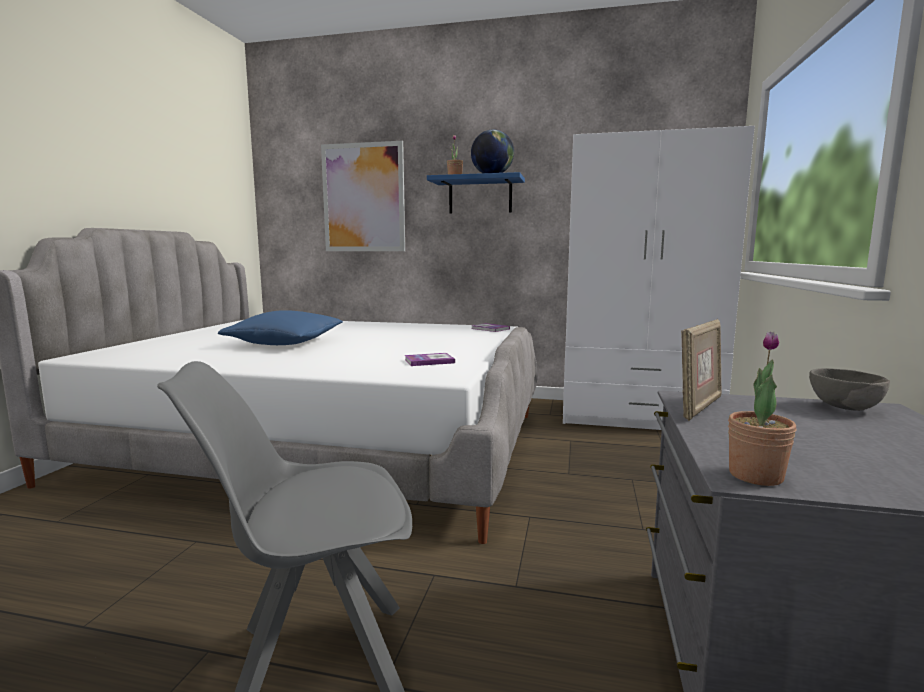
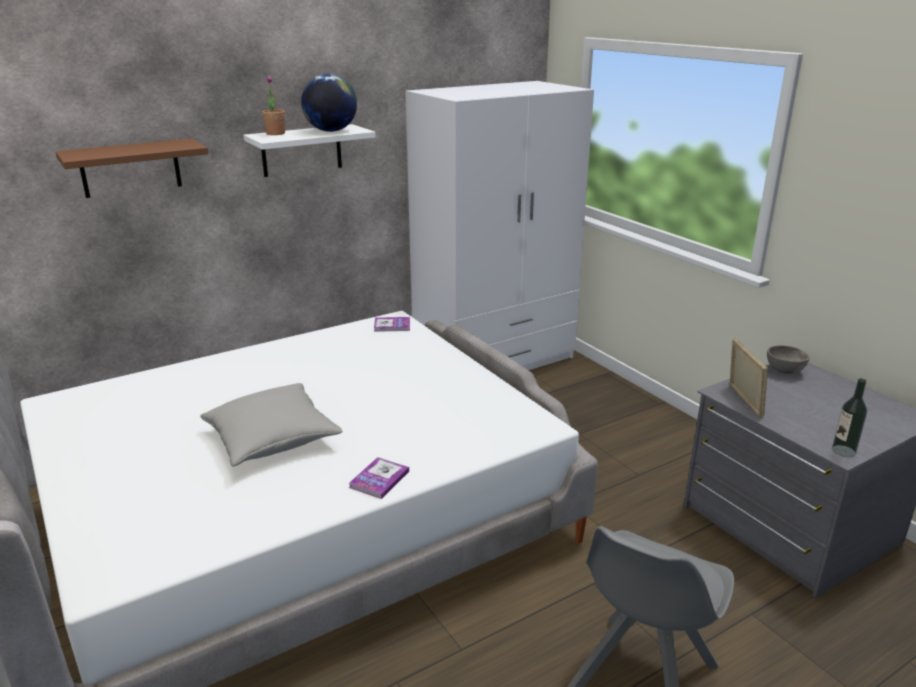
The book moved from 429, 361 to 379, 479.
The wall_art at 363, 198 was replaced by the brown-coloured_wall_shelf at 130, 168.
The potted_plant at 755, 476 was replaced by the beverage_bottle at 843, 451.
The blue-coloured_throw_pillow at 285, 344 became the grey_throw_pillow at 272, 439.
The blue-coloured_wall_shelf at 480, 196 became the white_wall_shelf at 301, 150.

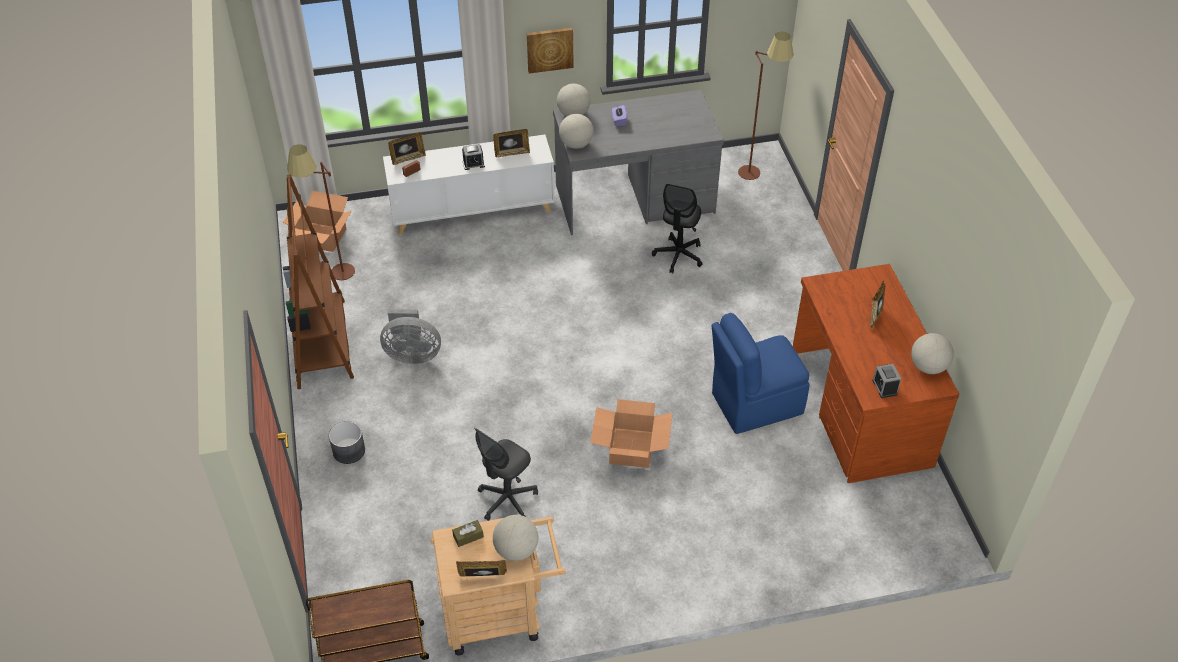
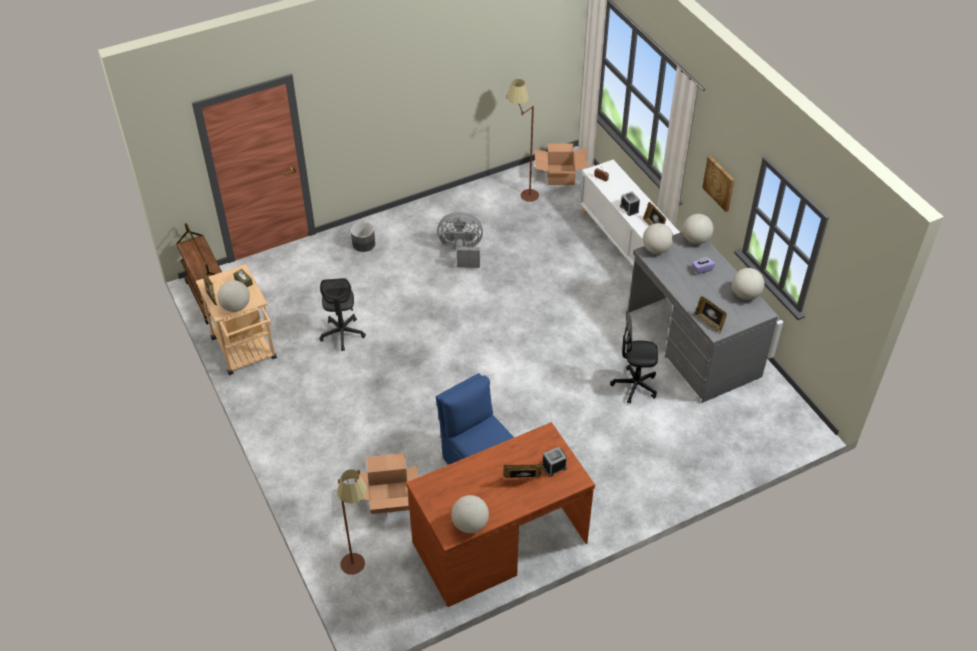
The brown-coloured_bookcase at 322, 343 disappeared.
The globe at 745, 294 appeared.
The standing_frame moved from 408, 158 to 709, 323.
The packing_box moved from 631, 448 to 389, 497.
The brown-coloured_standard_lamp moved from 757, 169 to 360, 570.
The alarm_clock moved from 884, 387 to 554, 467.
The grey_electric_fan at 412, 354 turned 105 degrees clockwise.
The grey_computer_chair at 507, 500 turned 120 degrees counterclockwise.

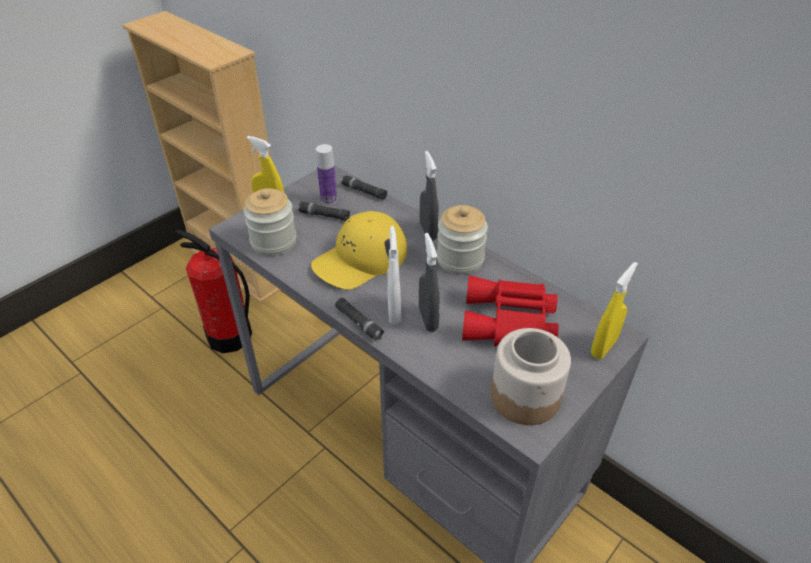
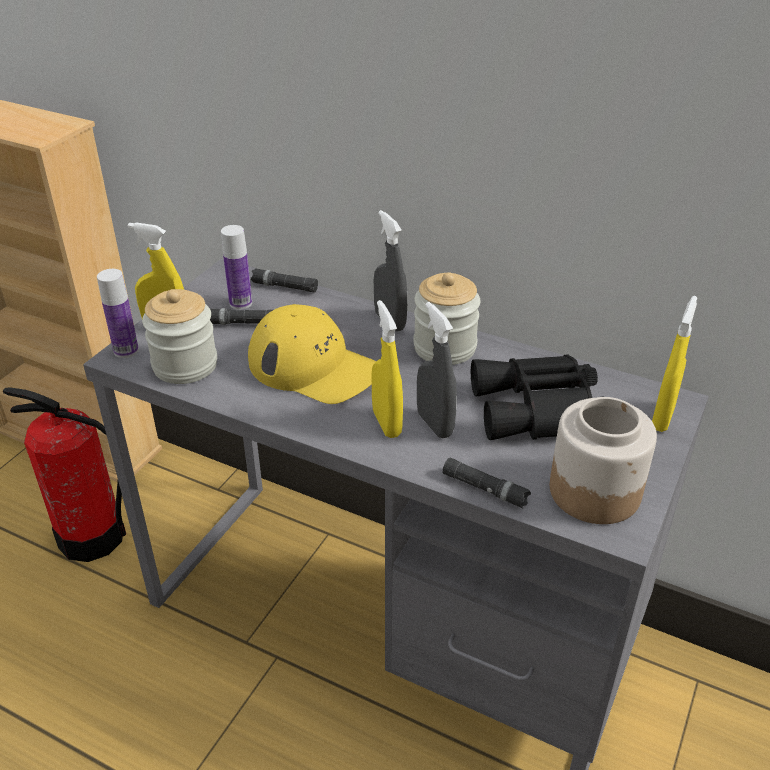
The beverage_bottle at 126, 351 appeared.
The blackish_torch moved from 359, 323 to 485, 489.
The white_sprayer at 394, 312 became the yellowish_sprayer at 386, 423.
The reddish_binoculars at 510, 323 became the blackish_binoculars at 539, 410.
The yellowish_cap at 360, 258 turned 90 degrees counterclockwise.

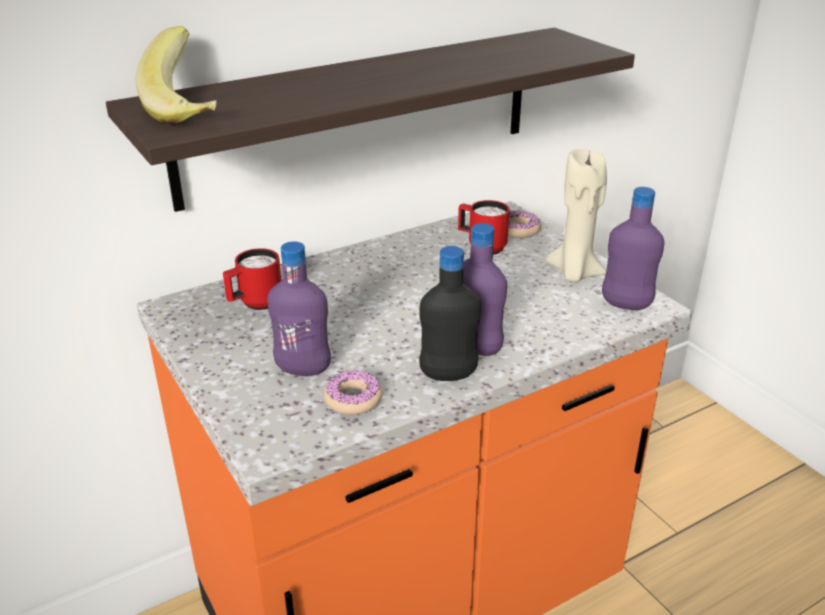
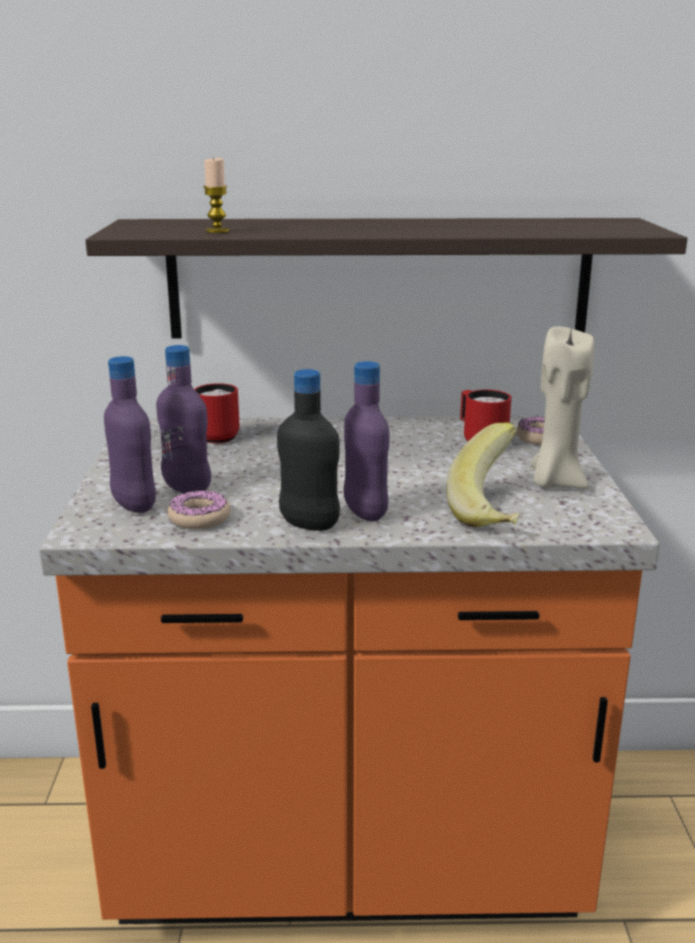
The wax_candle at 217, 231 appeared.
The banana_fruit moved from 190, 109 to 496, 510.
The purple-coloured_beverage_bottle moved from 626, 304 to 134, 505.

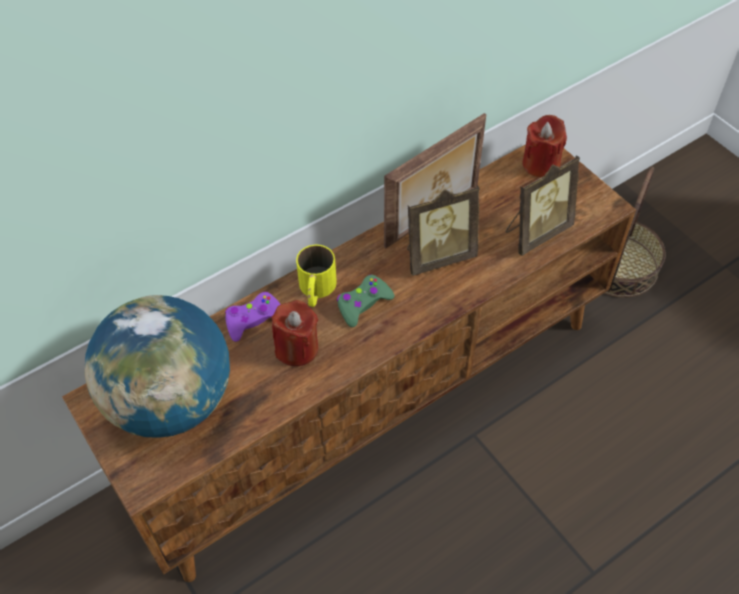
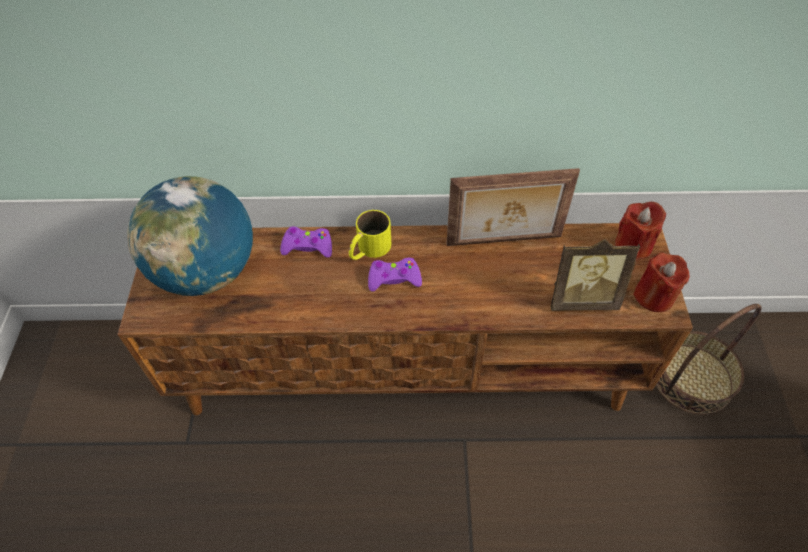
The standing_frame at 438, 256 disappeared.
The reddish_wax_candle moved from 297, 348 to 654, 296.
The green_game_controller at 363, 304 became the purple-coloured_game_controller at 394, 278.

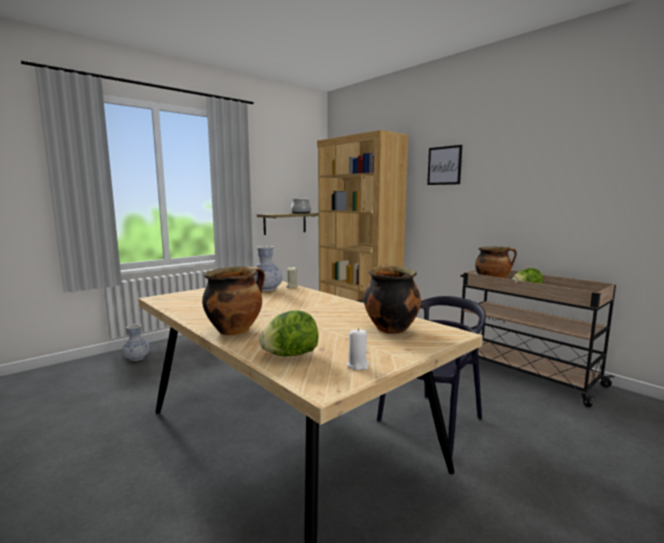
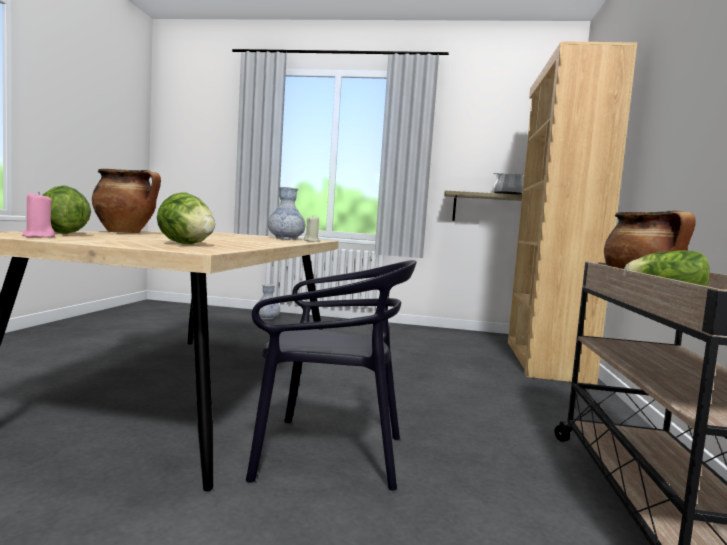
The wall_art at 444, 165 disappeared.
The stockpot at 390, 329 was replaced by the lettuce_head at 186, 244.
The white_wax_candle at 358, 365 became the pinkish_wax_candle at 38, 237.

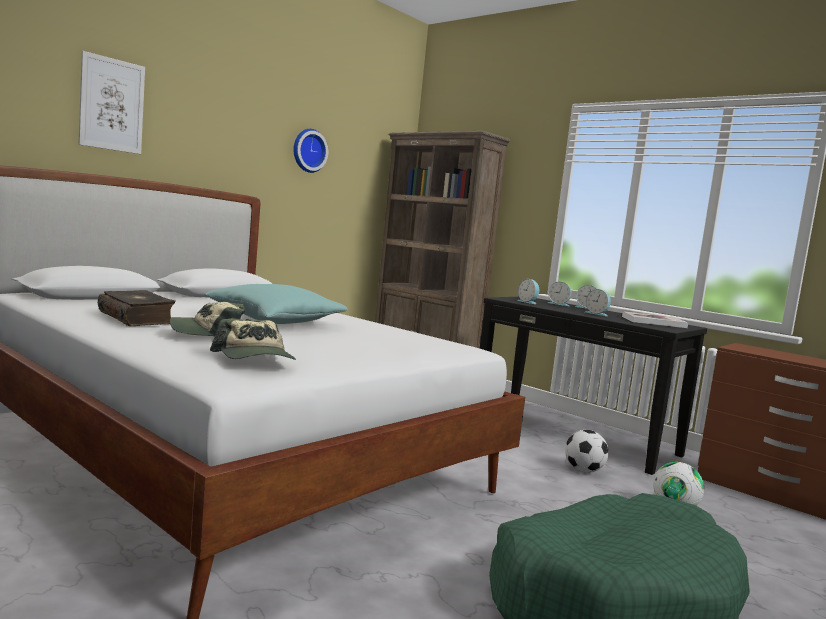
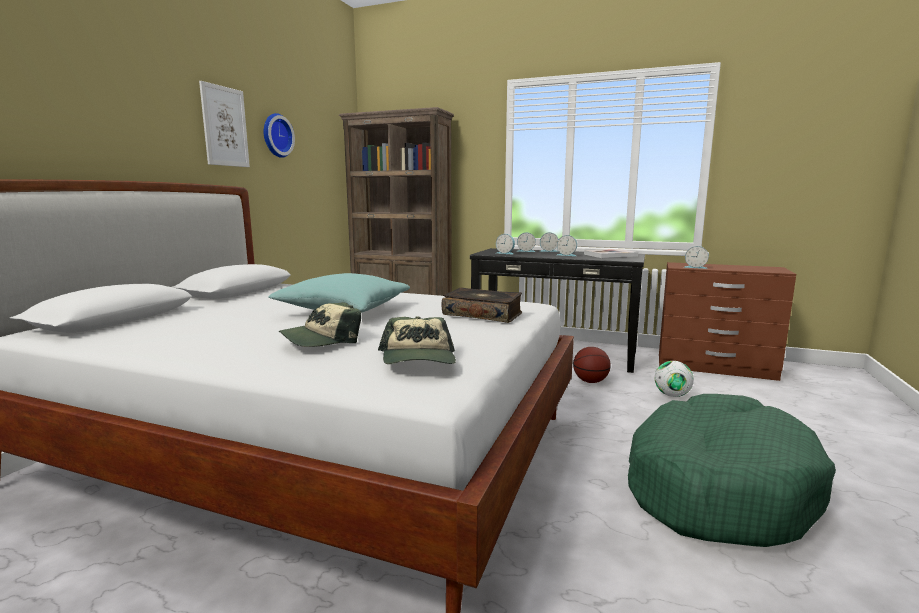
The alarm_clock at 695, 267 appeared.
The wall_art moved from 112, 104 to 225, 126.
The book moved from 137, 318 to 483, 314.
The football_ball at 583, 470 was replaced by the basketball_ball at 590, 381.
The cap at 255, 358 turned 45 degrees clockwise.

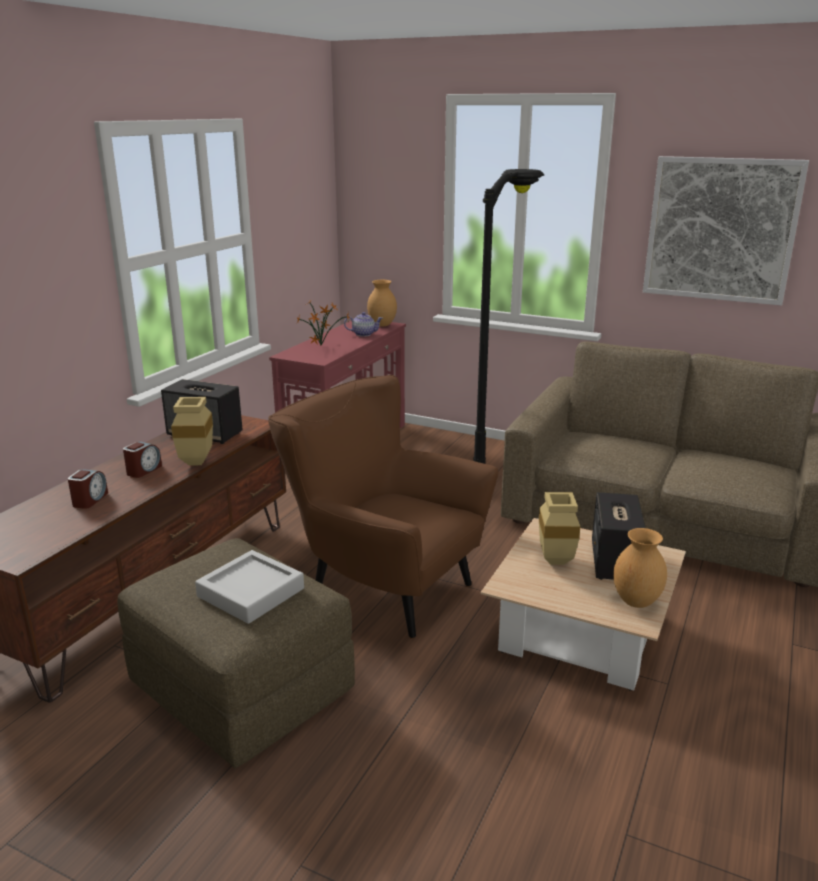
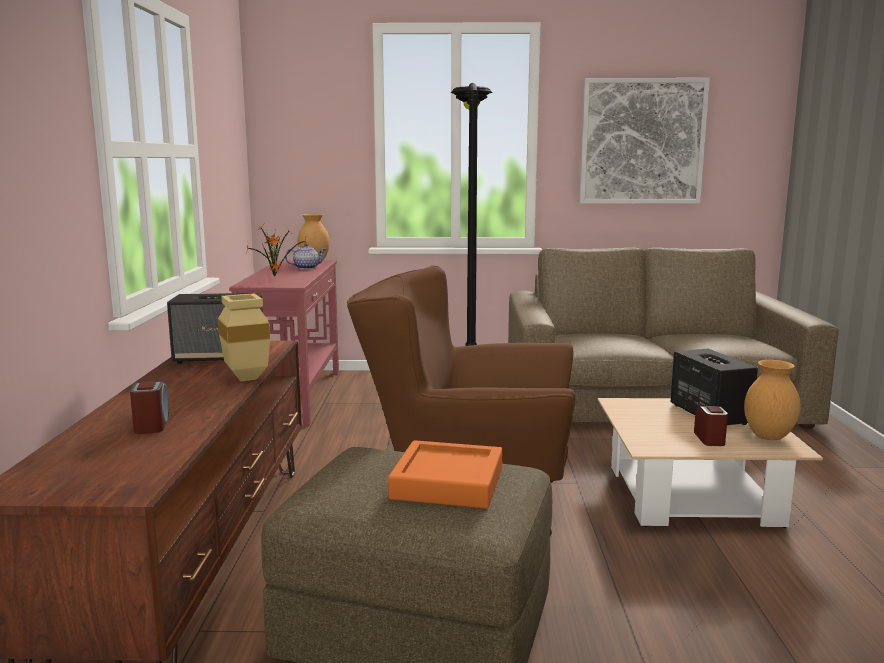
The beige_decorative_vase at 557, 562 disappeared.
The alarm_clock moved from 144, 470 to 710, 439.
The grey_carrying_tray at 251, 592 became the orange_carrying_tray at 447, 483.

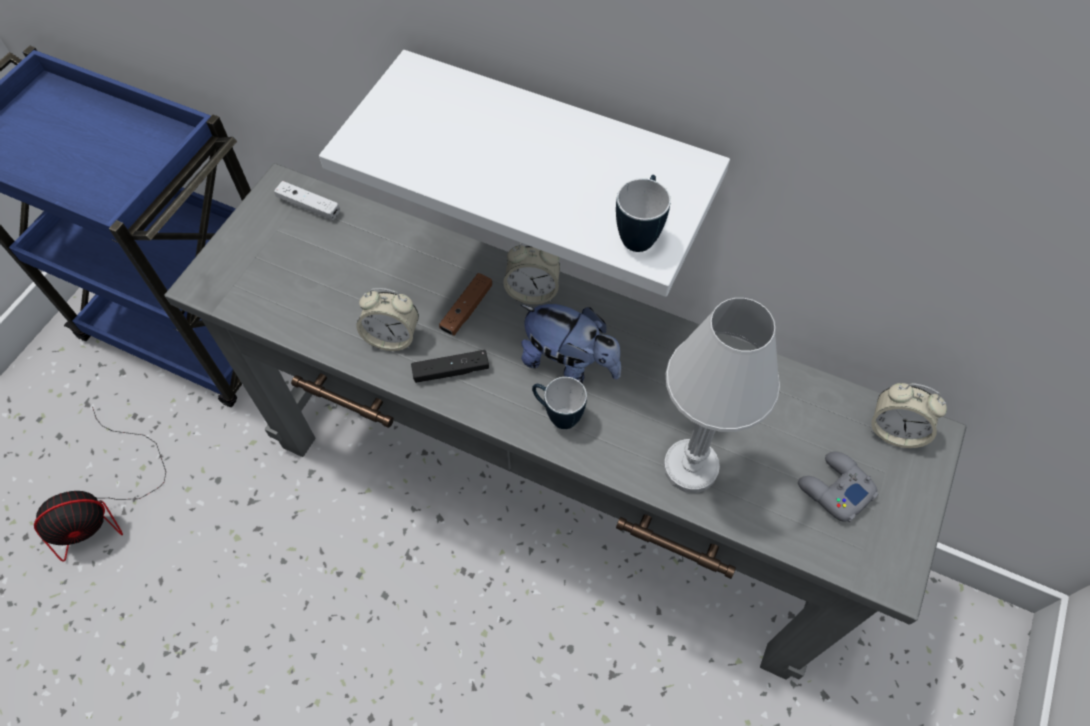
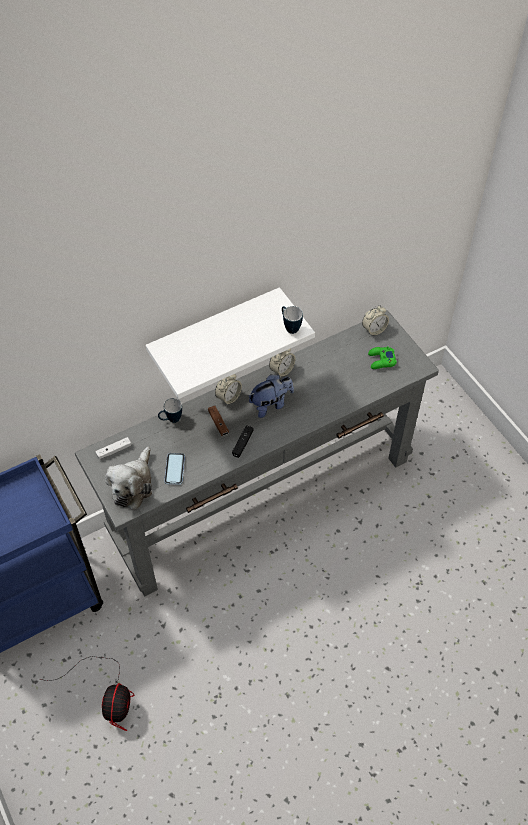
The white_lamp_for_a_table at 690, 467 disappeared.
The cuddly_toy at 133, 485 appeared.
The phone at 174, 469 appeared.
The alarm_clock moved from 392, 337 to 282, 370.
The tea_mug moved from 557, 415 to 171, 420.
The grey_game_controller at 834, 489 became the green_game_controller at 381, 360.

